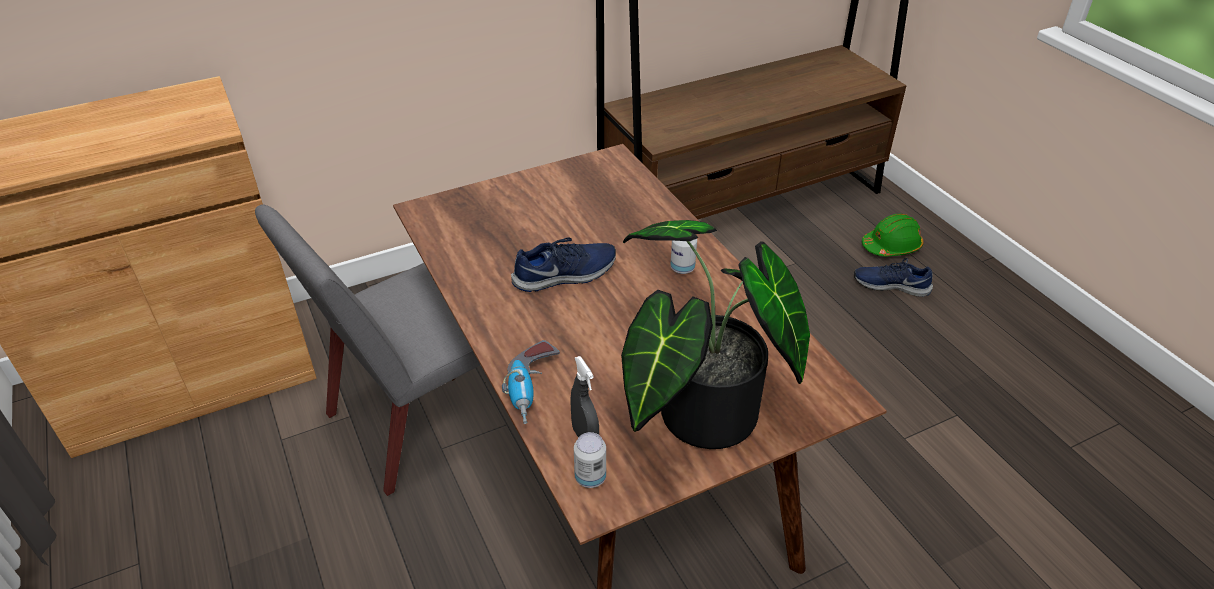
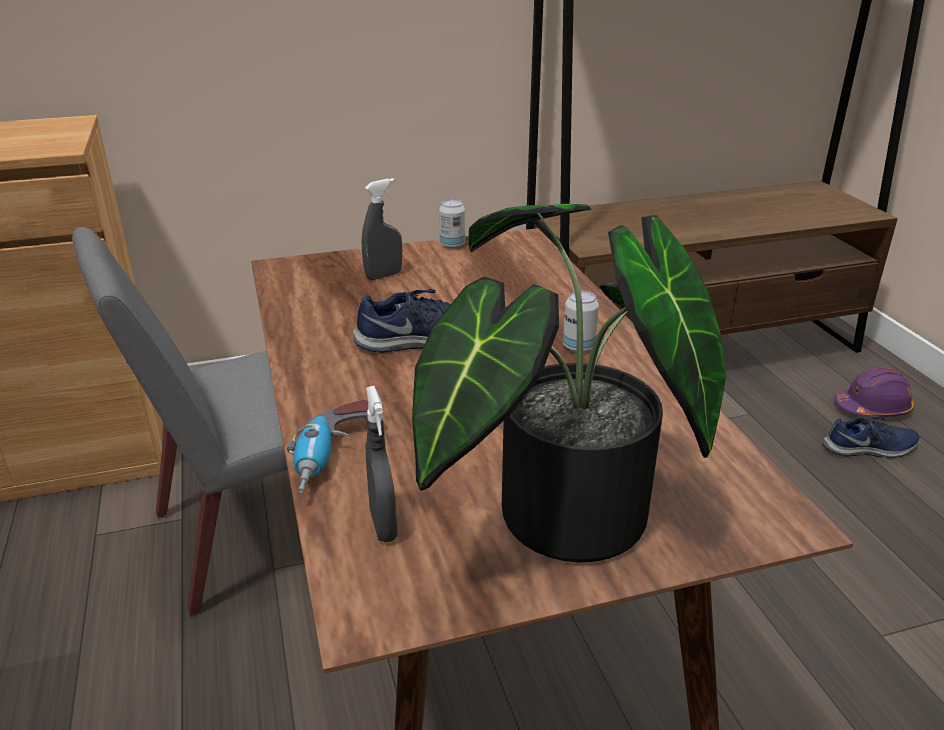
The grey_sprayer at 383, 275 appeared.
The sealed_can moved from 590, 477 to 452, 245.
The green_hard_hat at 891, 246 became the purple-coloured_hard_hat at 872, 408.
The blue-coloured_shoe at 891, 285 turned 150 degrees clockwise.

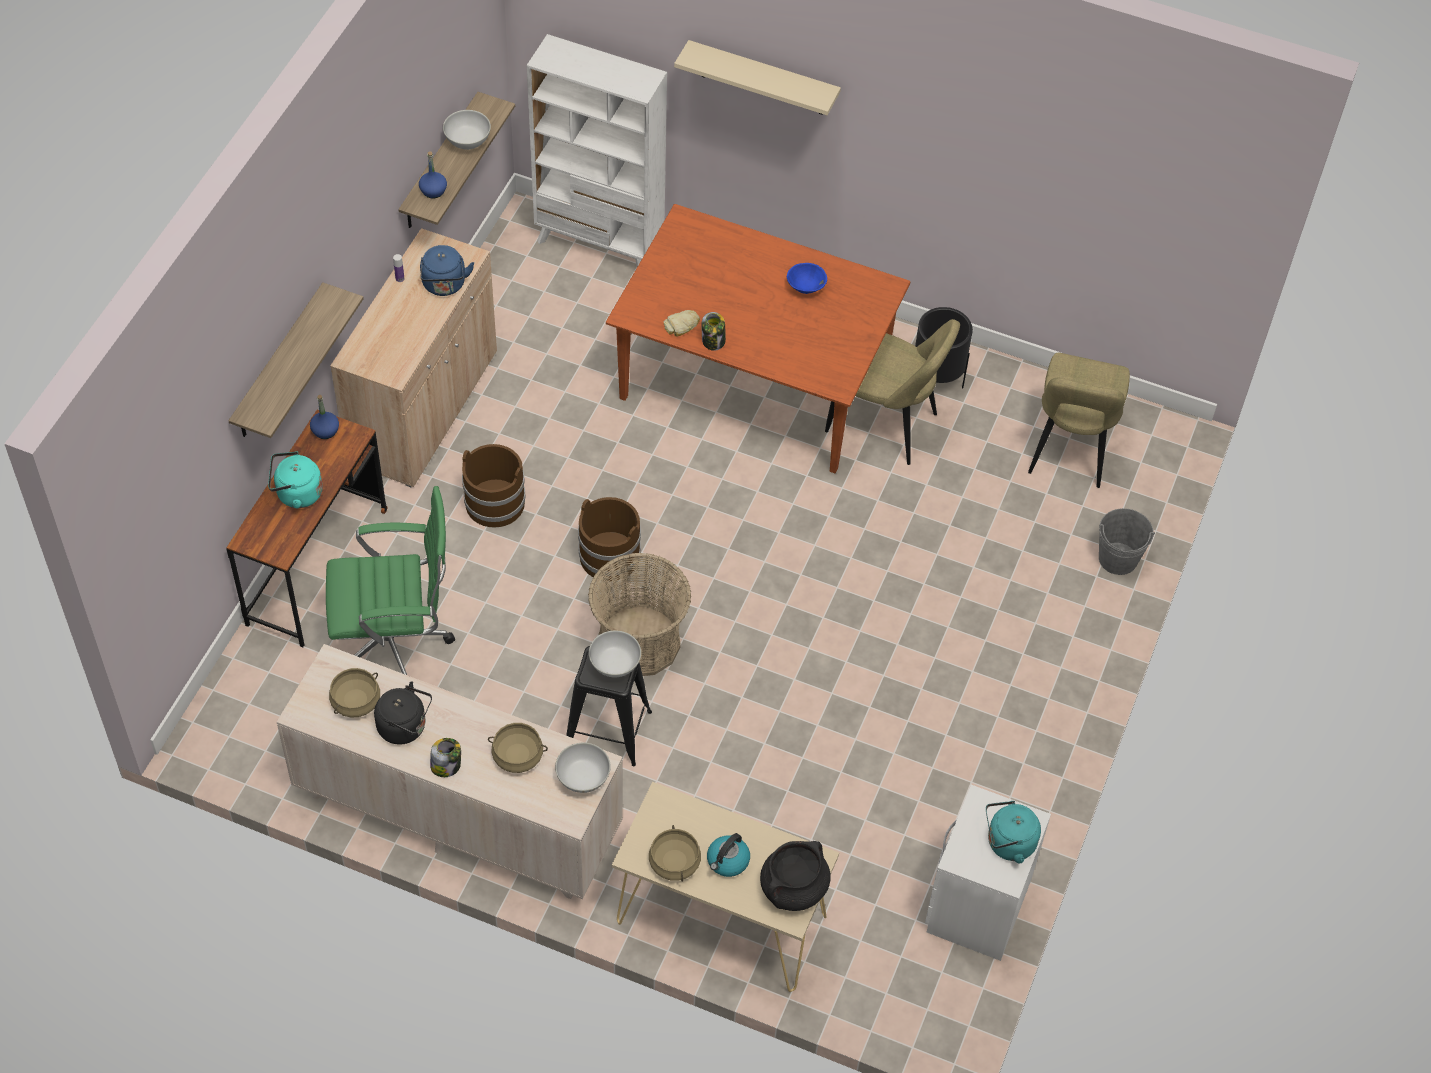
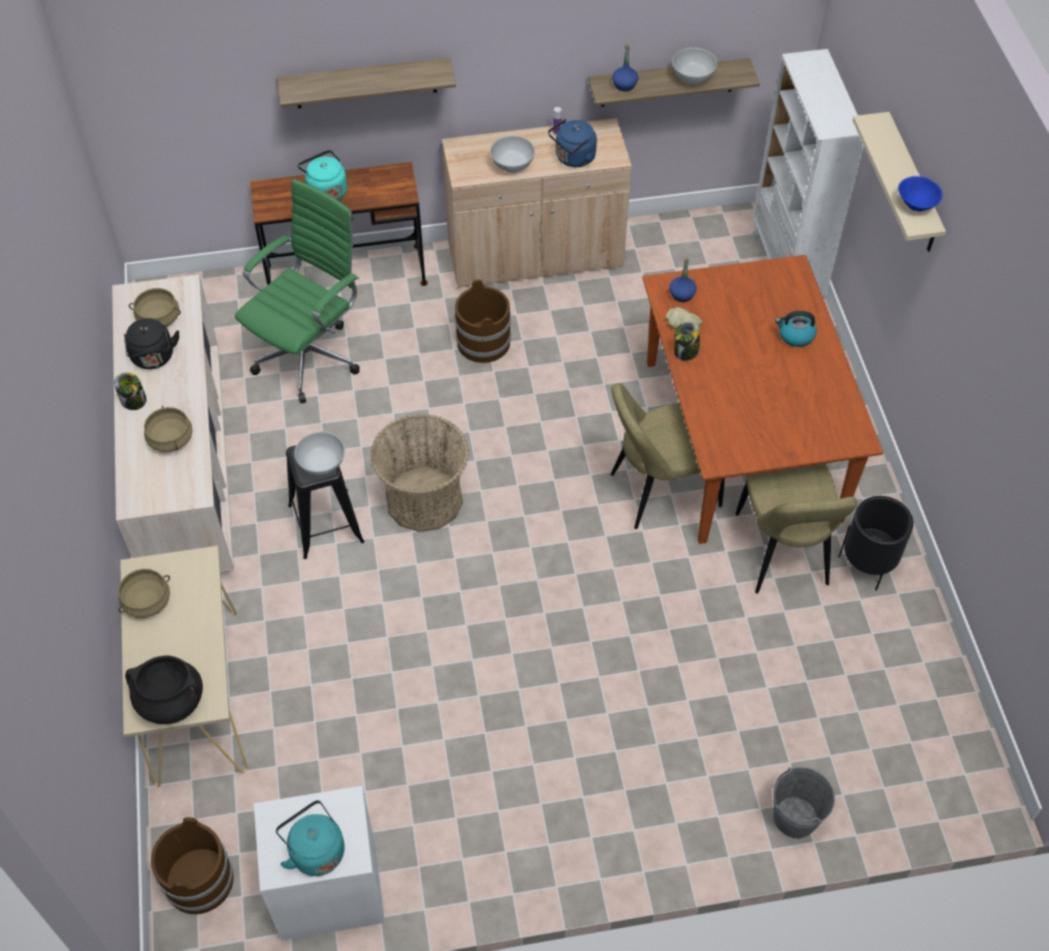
The blue-coloured_beverage_bottle moved from 325, 431 to 681, 295.
The white_deep_dish moved from 583, 778 to 512, 165.
The brown-coloured_pail moved from 609, 556 to 199, 880.
The tea_kettle moved from 727, 861 to 795, 336.
The blue-coloured_deep_dish moved from 805, 288 to 915, 205.
The beige_plain_chair moved from 1070, 450 to 659, 491.
The green_computer_chair at 397, 646 turned 105 degrees counterclockwise.

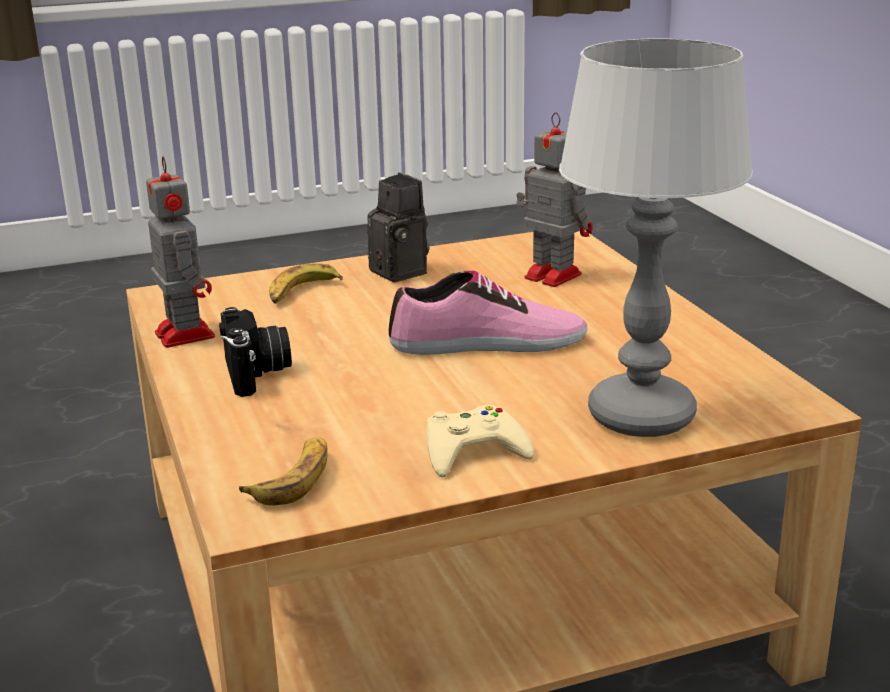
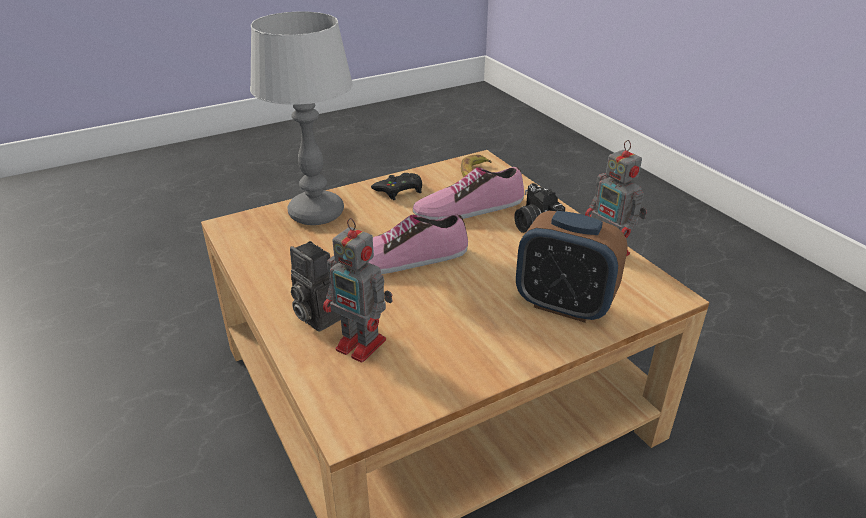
The shoe at 468, 208 appeared.
The still_camera moved from 403, 272 to 318, 315.
The banana_fruit at 301, 292 was replaced by the alarm_clock at 564, 305.
The beige_game_controller at 473, 451 became the blackish_game_controller at 399, 190.

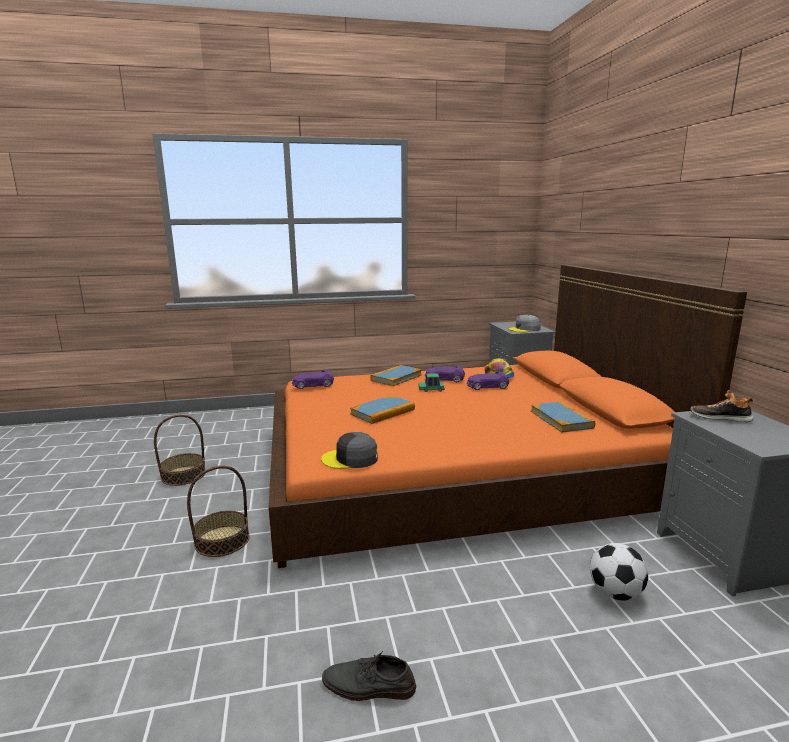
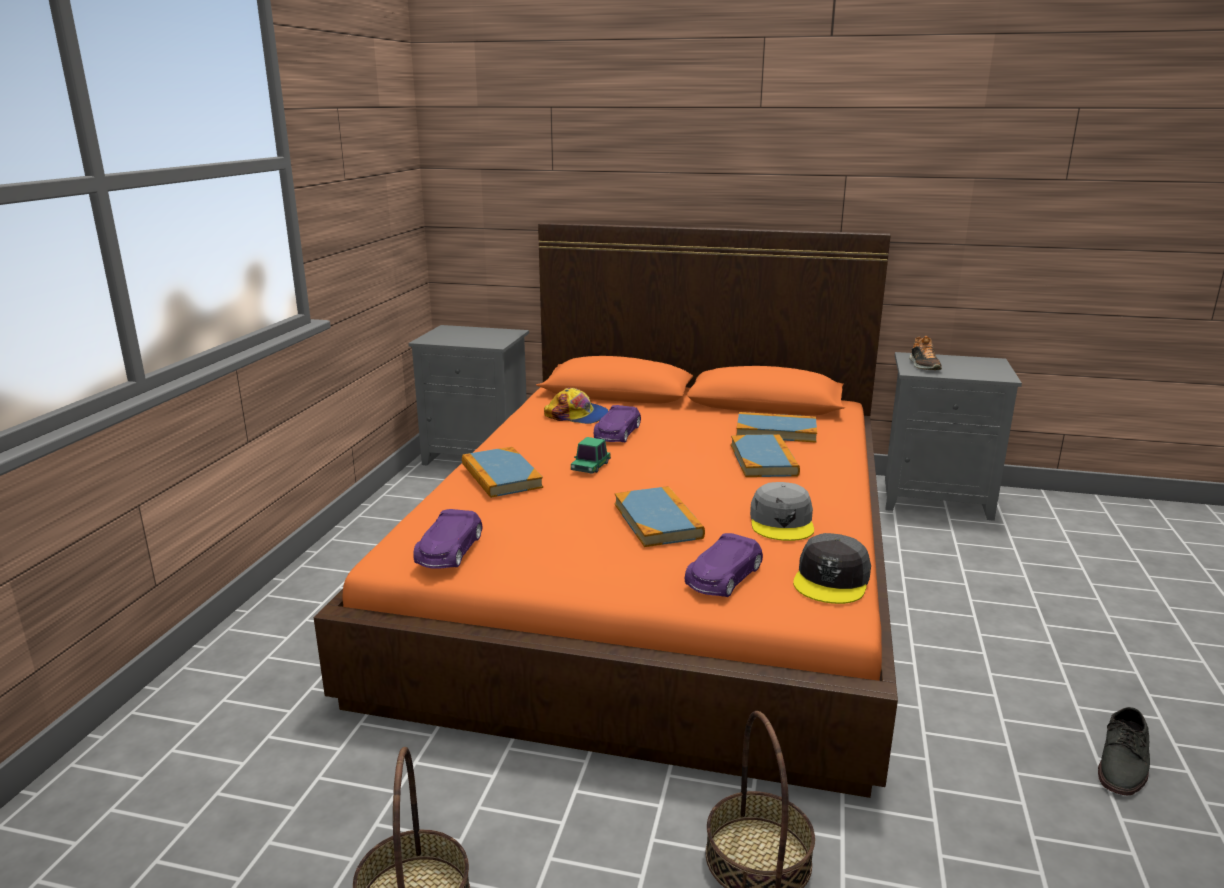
The football_ball at 615, 593 disappeared.
The book at 763, 460 appeared.
The purple-coloured_miniature_car moved from 444, 379 to 723, 577.
The grey_cap moved from 524, 329 to 782, 522.
The shoe at 720, 417 turned 45 degrees counterclockwise.

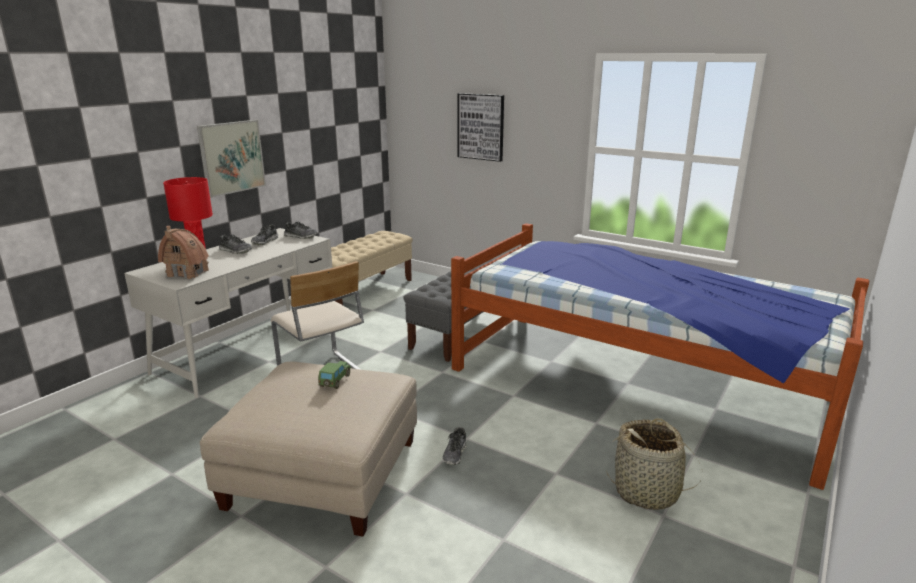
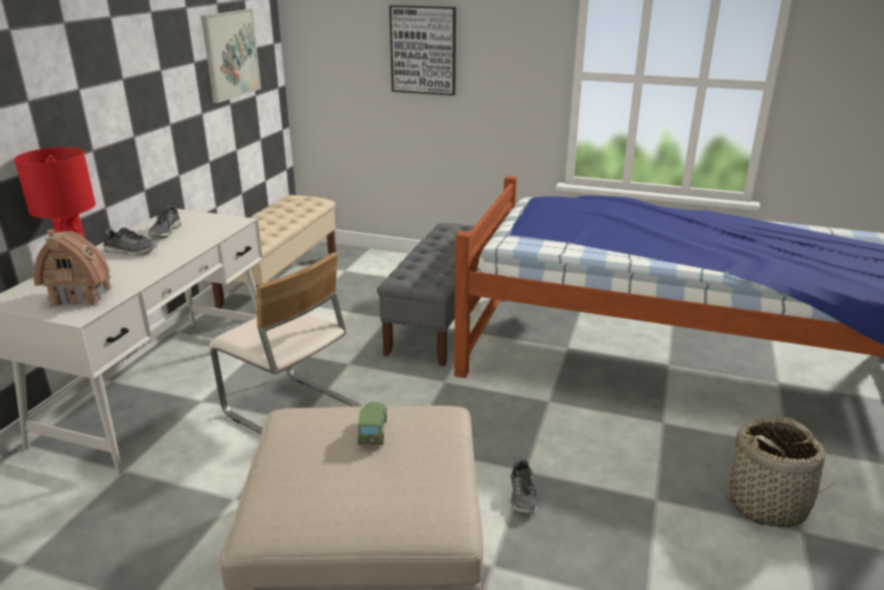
The shoe at 301, 237 disappeared.
The wall_art moved from 232, 157 to 231, 54.

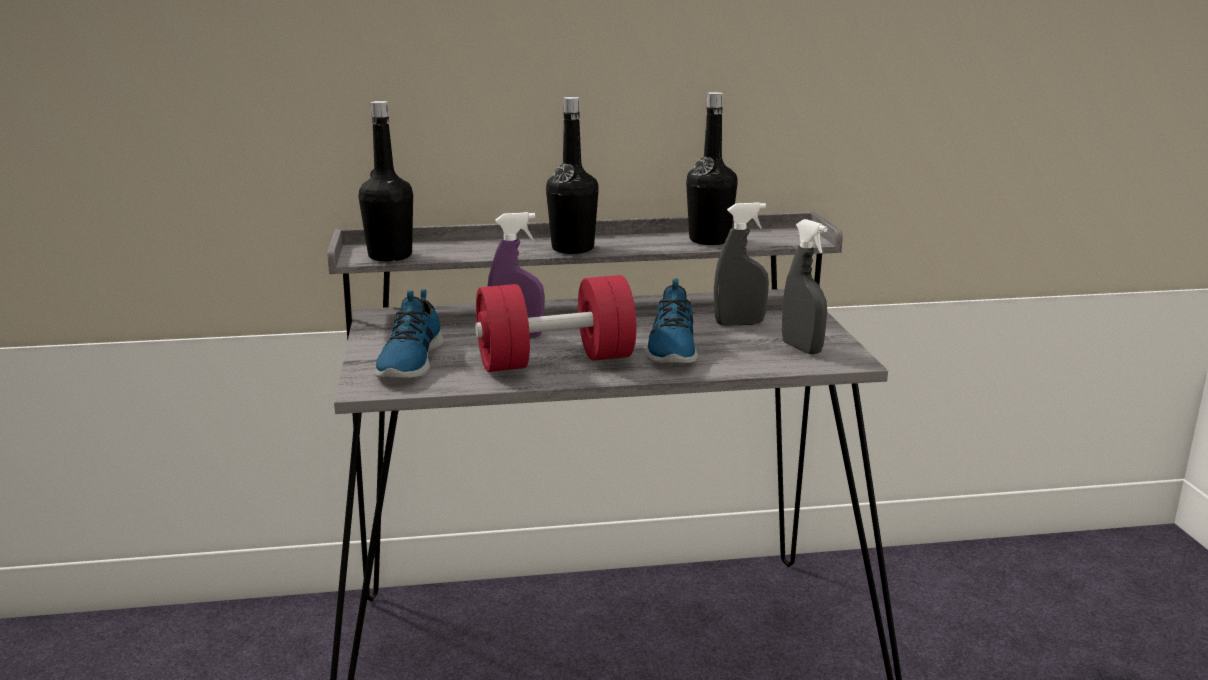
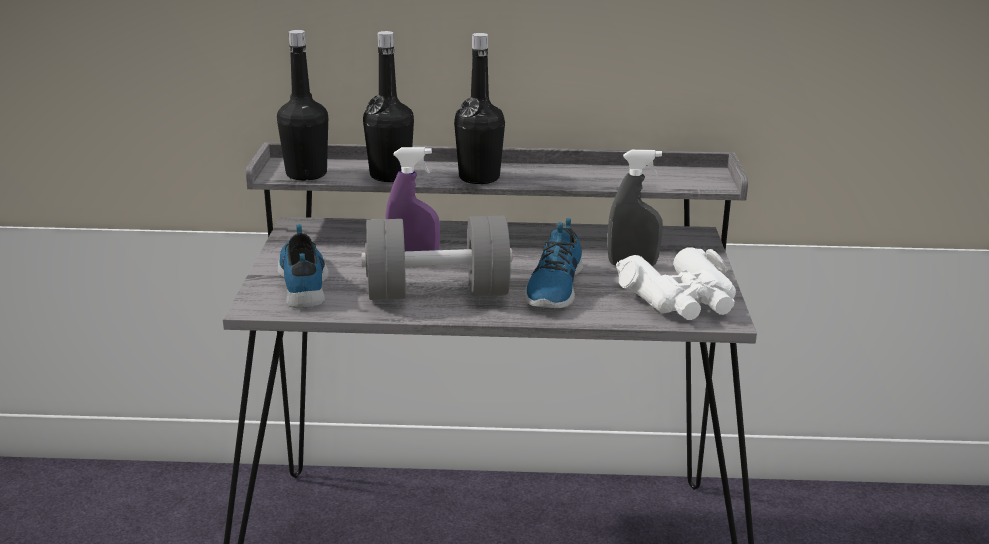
The blackish_beverage_bottle moved from 709, 240 to 390, 175.
The grey_sprayer at 801, 348 was replaced by the white_binoculars at 681, 299.
The reddish_dumbbell at 555, 361 became the grey_dumbbell at 437, 293.
The shoe at 408, 361 turned 150 degrees clockwise.

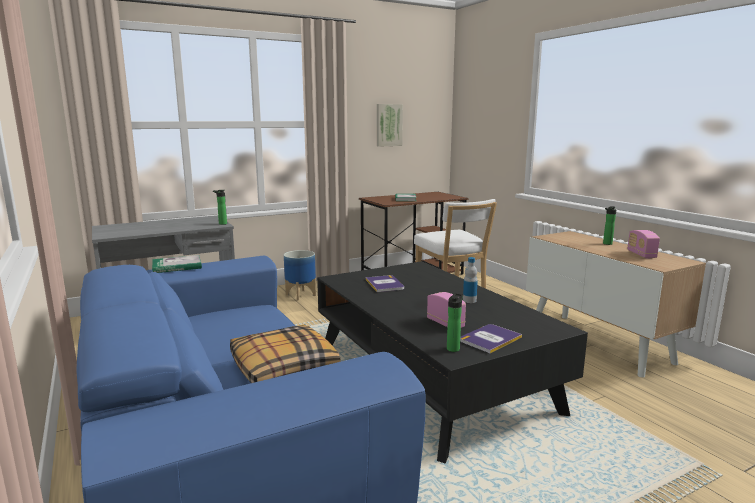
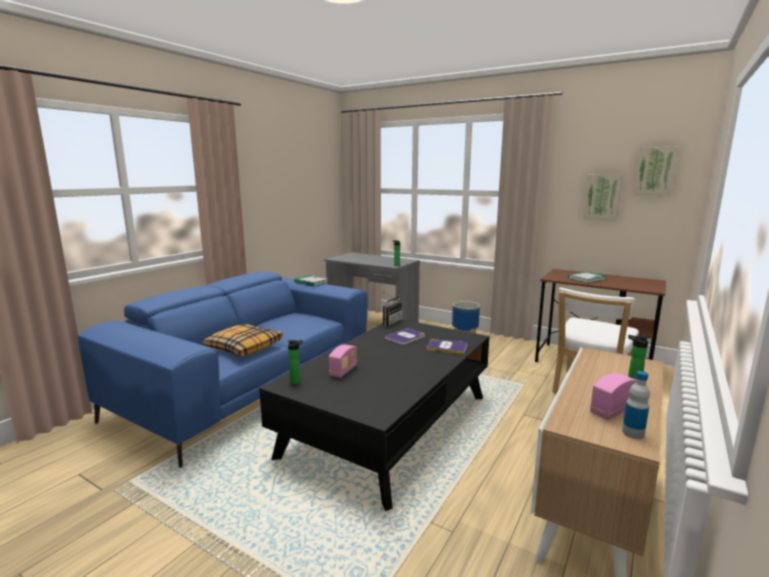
The radio_receiver at 390, 322 appeared.
The wall_art at 655, 171 appeared.
The book moved from 490, 339 to 447, 347.
The beverage_bottle moved from 469, 300 to 633, 433.

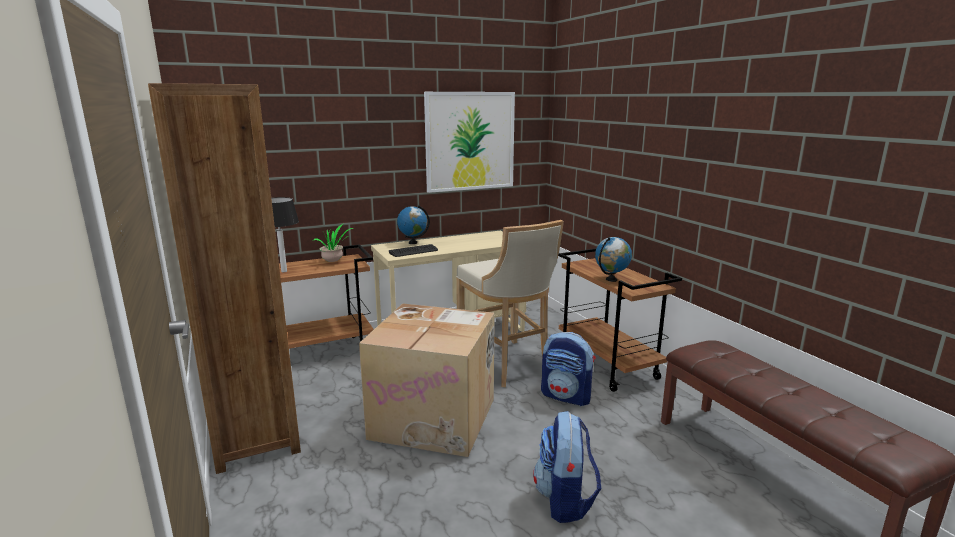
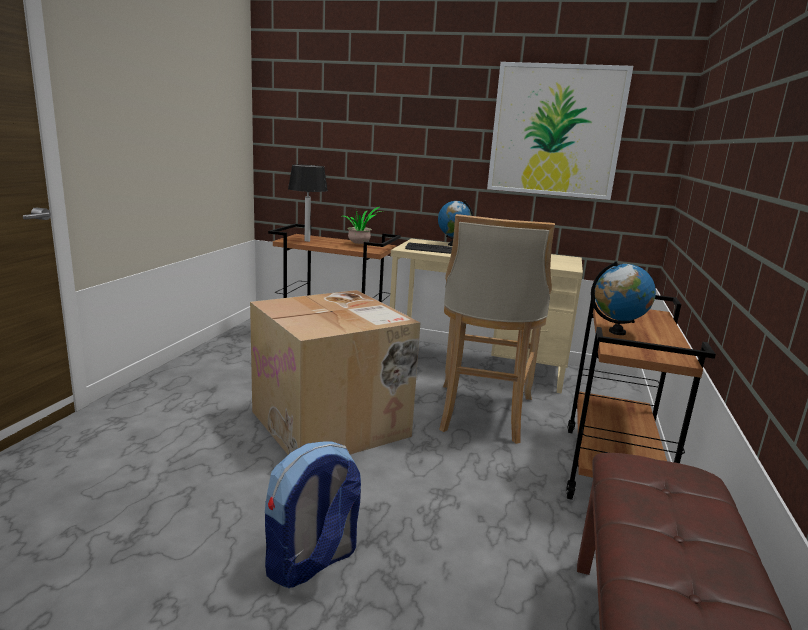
The brown-coloured_bookcase at 255, 437 disappeared.
The rucksack at 566, 396 disappeared.

